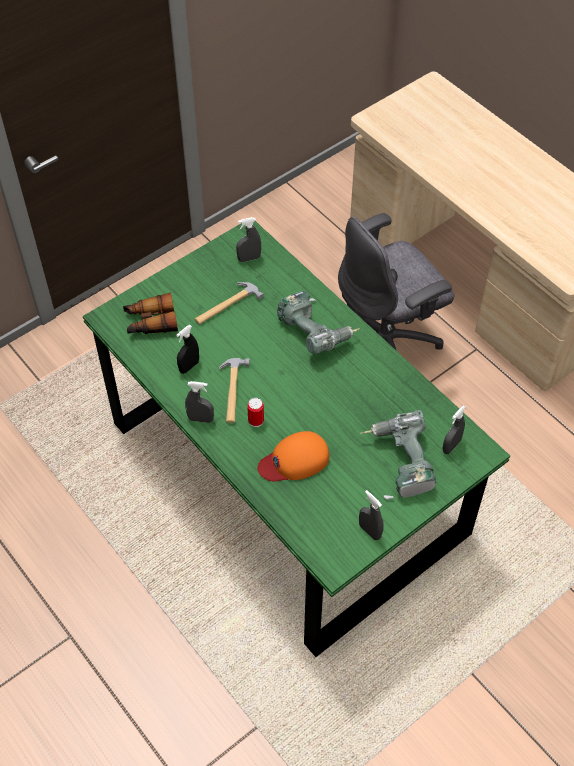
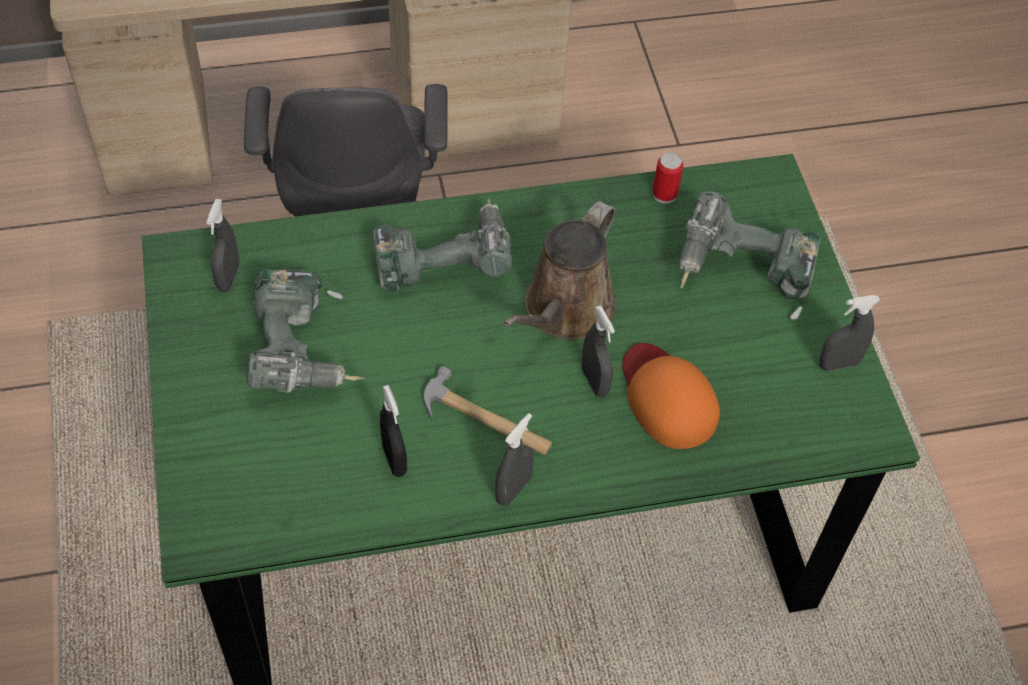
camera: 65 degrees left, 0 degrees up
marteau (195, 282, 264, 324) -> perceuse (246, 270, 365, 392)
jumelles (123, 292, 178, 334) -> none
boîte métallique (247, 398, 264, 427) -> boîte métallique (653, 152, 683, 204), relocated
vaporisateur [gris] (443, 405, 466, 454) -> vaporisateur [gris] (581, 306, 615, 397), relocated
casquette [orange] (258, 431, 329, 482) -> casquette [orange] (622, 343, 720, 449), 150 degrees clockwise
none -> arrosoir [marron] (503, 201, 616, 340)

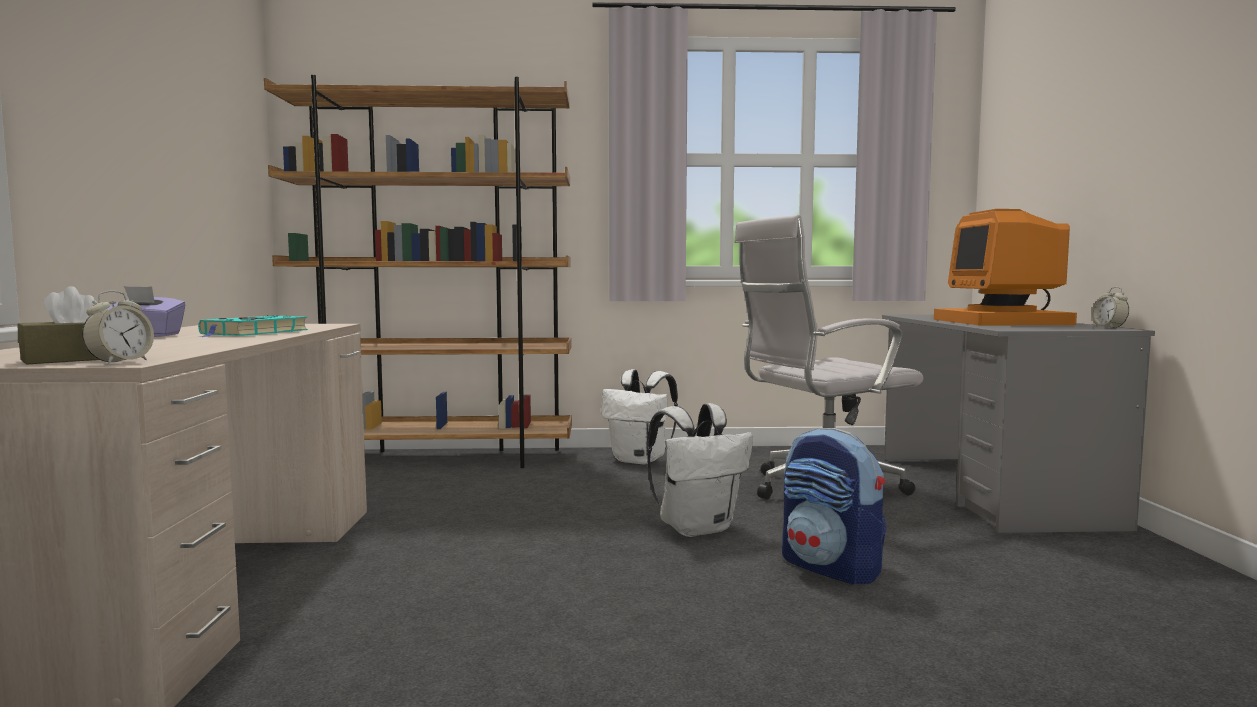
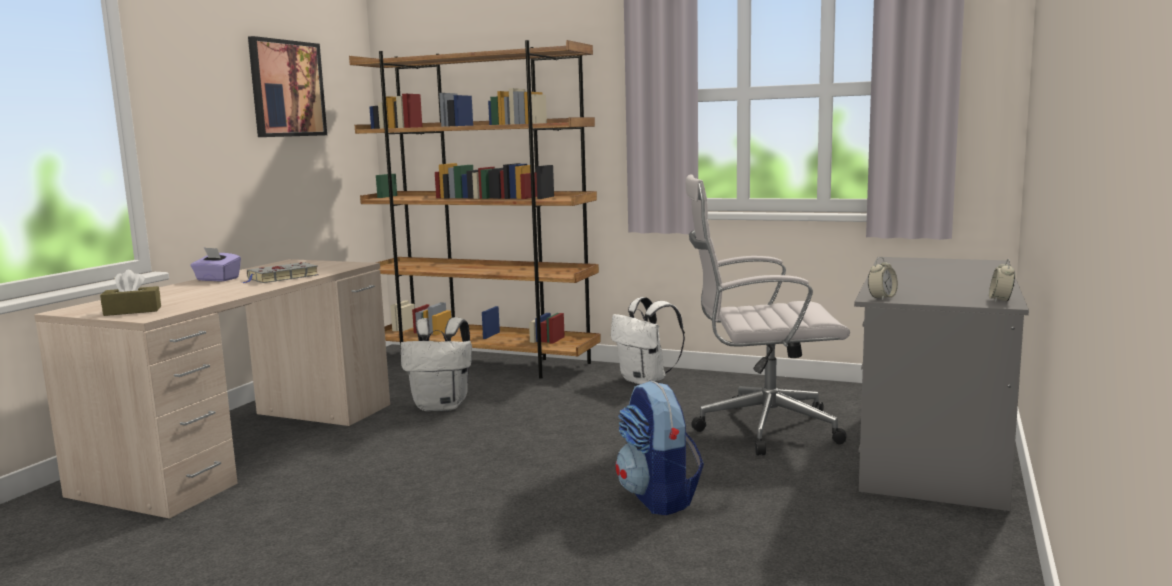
camera: 25 degrees right, 5 degrees up
écran d'ordinateur (934, 209, 1077, 326) -> none
réveil (82, 291, 154, 365) -> réveil (868, 257, 898, 301), relocated
livre [turquoise] (198, 315, 308, 337) -> livre [gris] (241, 262, 319, 283)
sac à dos [blanc] (647, 403, 753, 537) -> sac à dos [blanc] (400, 317, 472, 411), relocated
none -> tableau (248, 36, 327, 137)

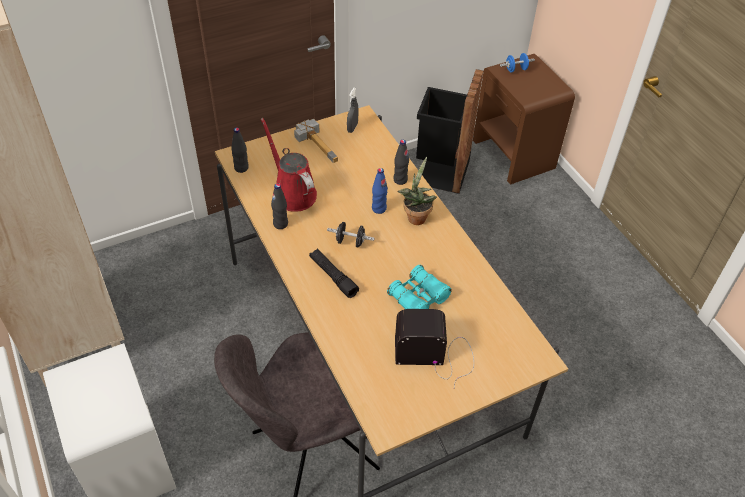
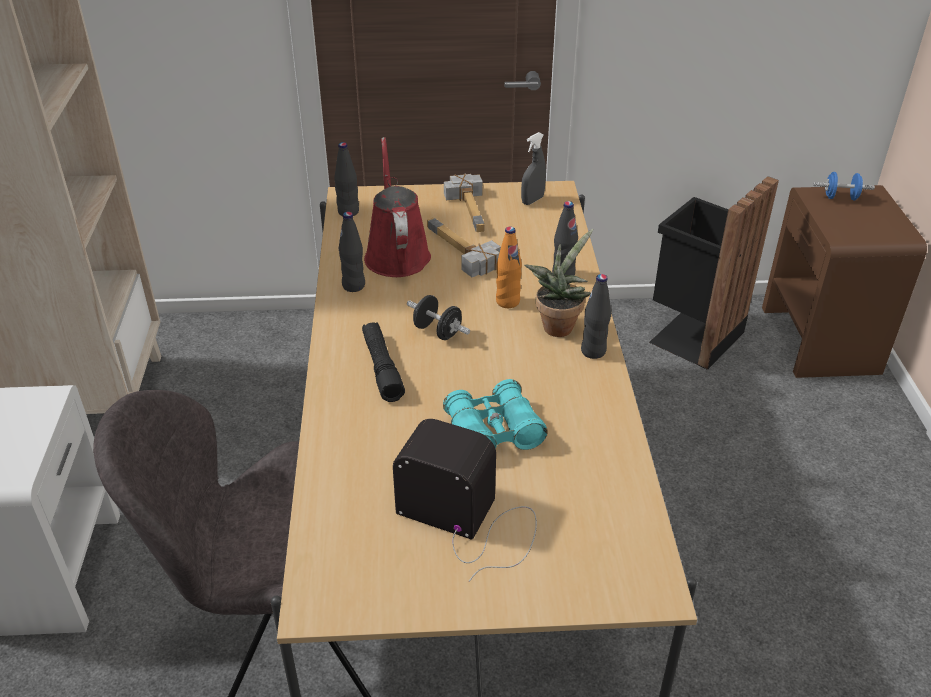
camera: 25 degrees right, 10 degrees down
bouteille [bleu] (372, 168, 388, 214) -> bouteille [orange] (496, 227, 522, 308)
none -> marteau (427, 218, 501, 277)
none -> bouteille [noir] (581, 274, 611, 359)

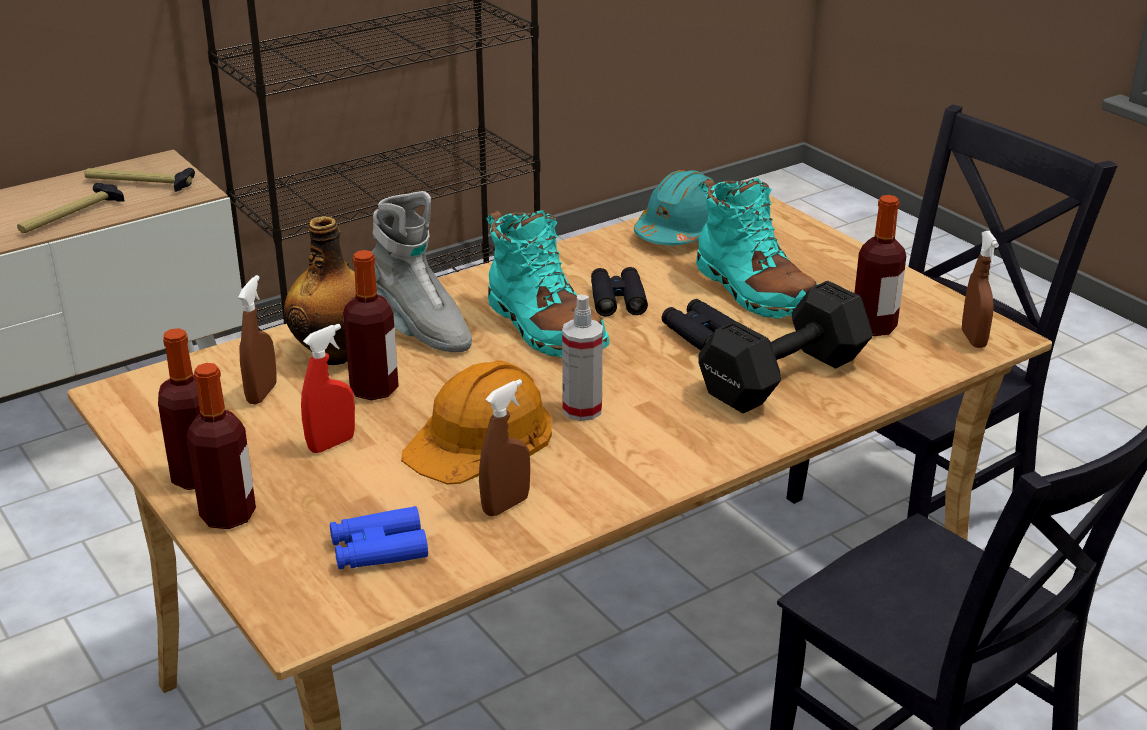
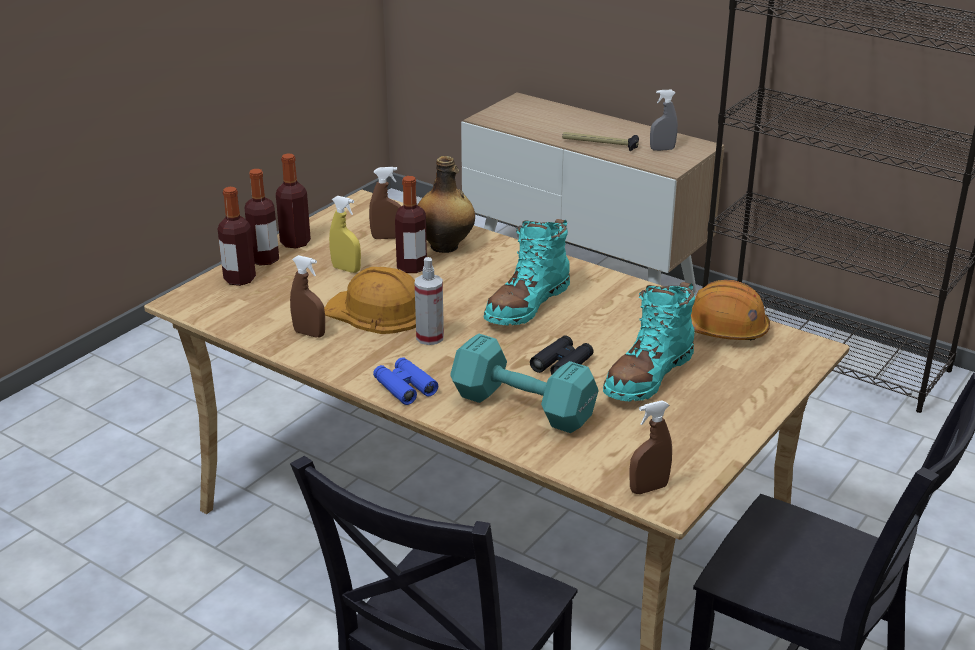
camera: 70 degrees right, 0 degrees up
marteau (84, 168, 195, 192) -> vaporisateur [gris] (650, 90, 678, 151)
casque de chantier [turquoise] (634, 170, 716, 245) -> casque de chantier [orange] (691, 280, 770, 341)
botte [gris] (372, 191, 472, 352) -> none
bouteille (855, 195, 906, 336) -> bouteille (218, 187, 256, 286), relocated
jumelles [noir] (591, 267, 648, 316) -> none
haltère [noir] (698, 281, 873, 413) -> haltère [turquoise] (450, 334, 599, 433)
vaporisateur [rouge] (301, 324, 355, 453) -> vaporisateur [jaune] (329, 196, 361, 273)
jumelles [bleu] (330, 506, 428, 569) -> jumelles [bleu] (373, 357, 438, 405), relocated

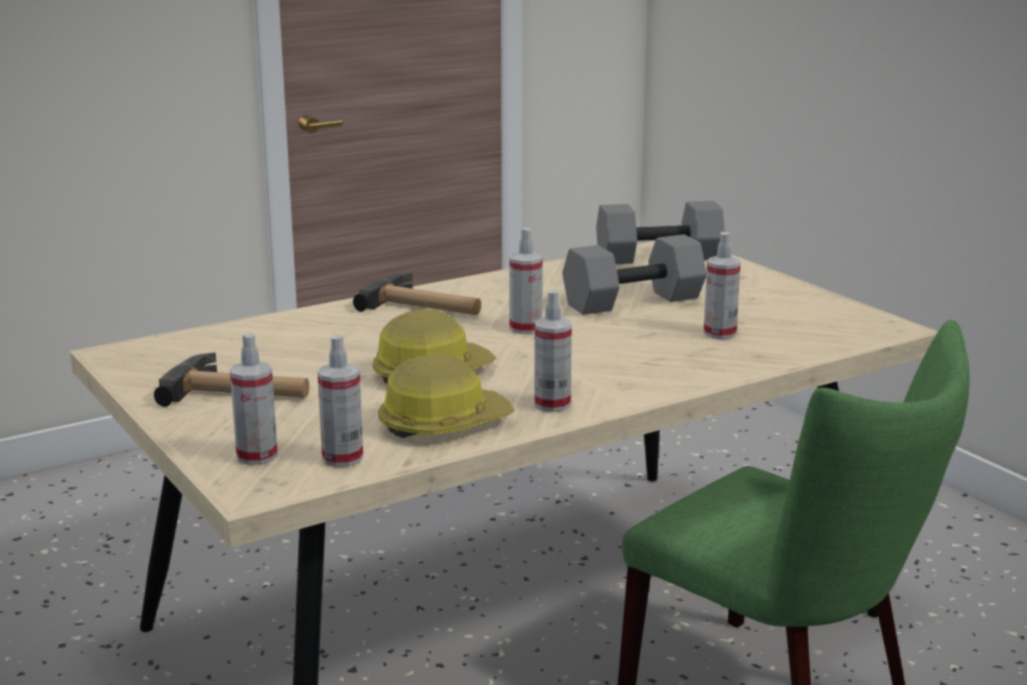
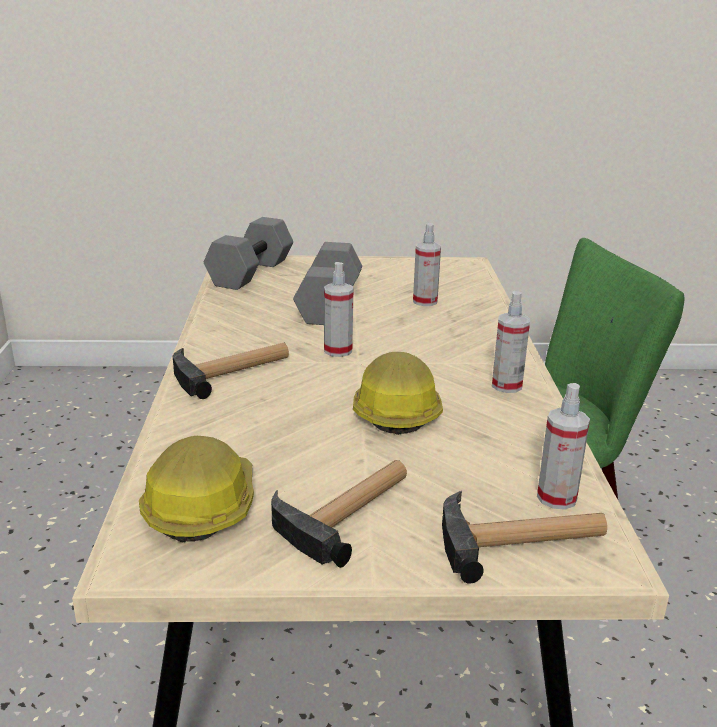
camera: 60 degrees left, 5 degrees up
vaporisateur (230, 333, 278, 465) -> marteau (442, 491, 607, 584)
casque de chantier (378, 354, 515, 438) -> casque de chantier (139, 436, 254, 542), relocated

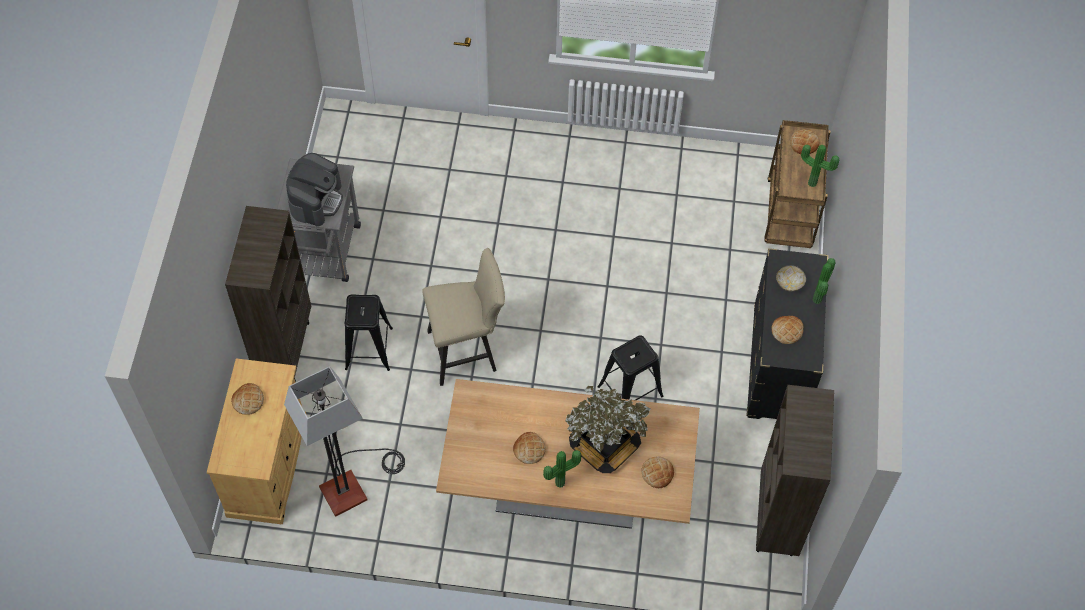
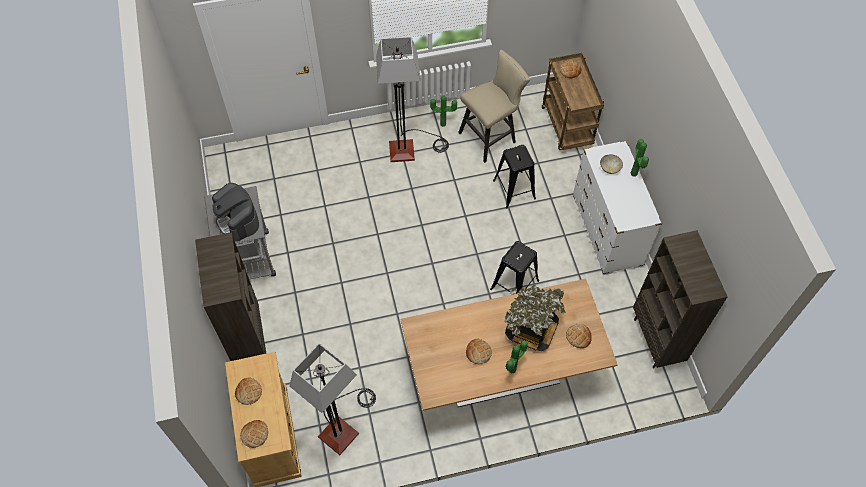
camera: 20 degrees left, 0 degrees up
plante en pot (801, 145, 839, 187) -> plante en pot (430, 96, 457, 127), relocated
machine à café (286, 153, 343, 226) -> machine à café (212, 183, 259, 242), 150 degrees clockwise
tabouret [beige] (422, 248, 505, 386) -> tabouret [beige] (458, 49, 530, 163), relocated
commode [noir] (747, 248, 828, 419) -> commode [blanc] (573, 140, 662, 275)
tabouret [noir] (345, 294, 393, 371) -> tabouret [noir] (493, 145, 536, 208), relocated
pain (772, 316, 803, 344) -> pain (240, 420, 268, 448), relocated
none -> lampadaire (376, 37, 449, 162)

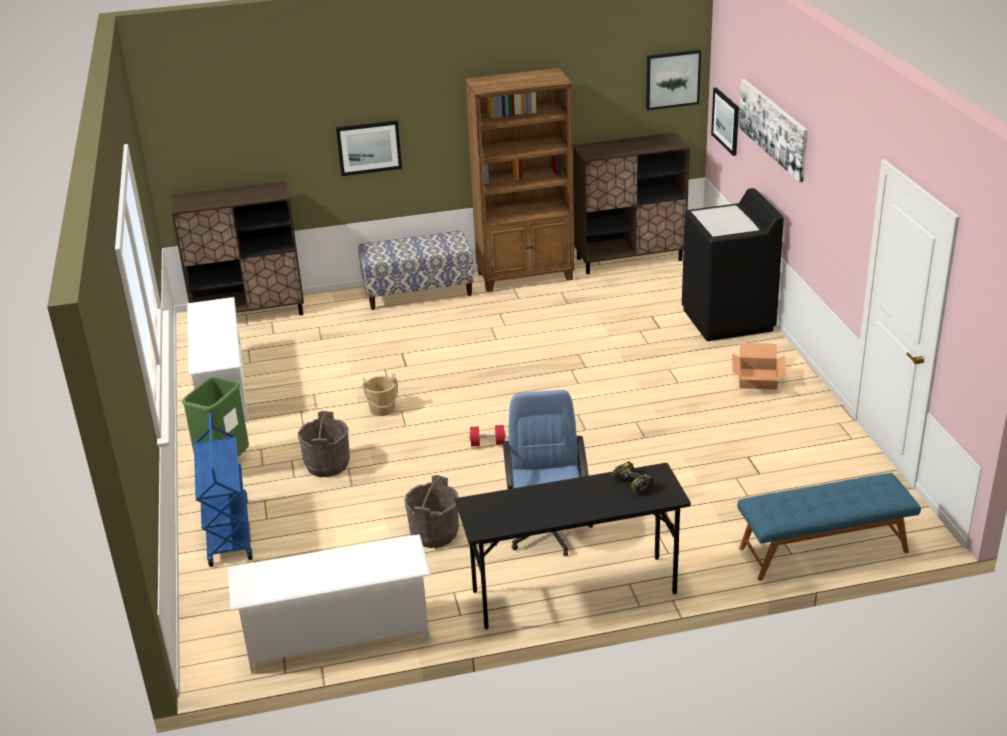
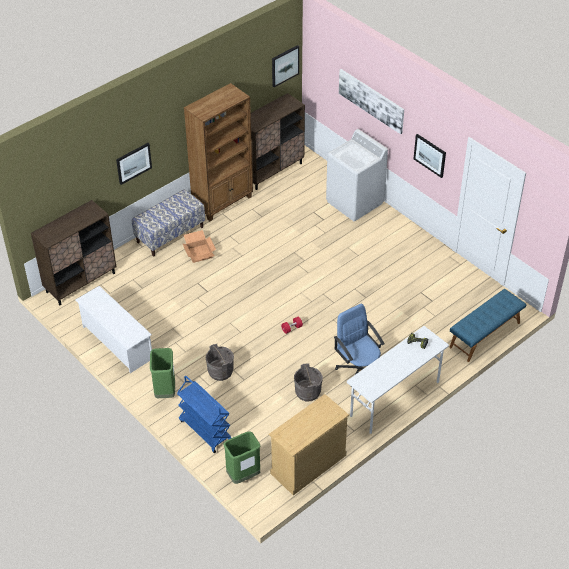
camera: 30 degrees left, 15 degrees up
tableau (711, 88, 739, 156) -> tableau (413, 134, 446, 178), relocated
lave-linge [noir] (682, 188, 784, 341) -> lave-linge [blanc] (326, 129, 388, 221)
carton (732, 343, 786, 390) -> carton (183, 230, 216, 263), relocated
seau [beige] (362, 373, 398, 416) -> none
bureau [noir] (455, 463, 691, 630) -> bureau [blanc] (347, 326, 449, 434)
étagère à chaussures [blanc] (228, 534, 431, 674) -> commode [beige] (268, 394, 349, 495)
none -> poubelle [vert] (224, 431, 260, 484)

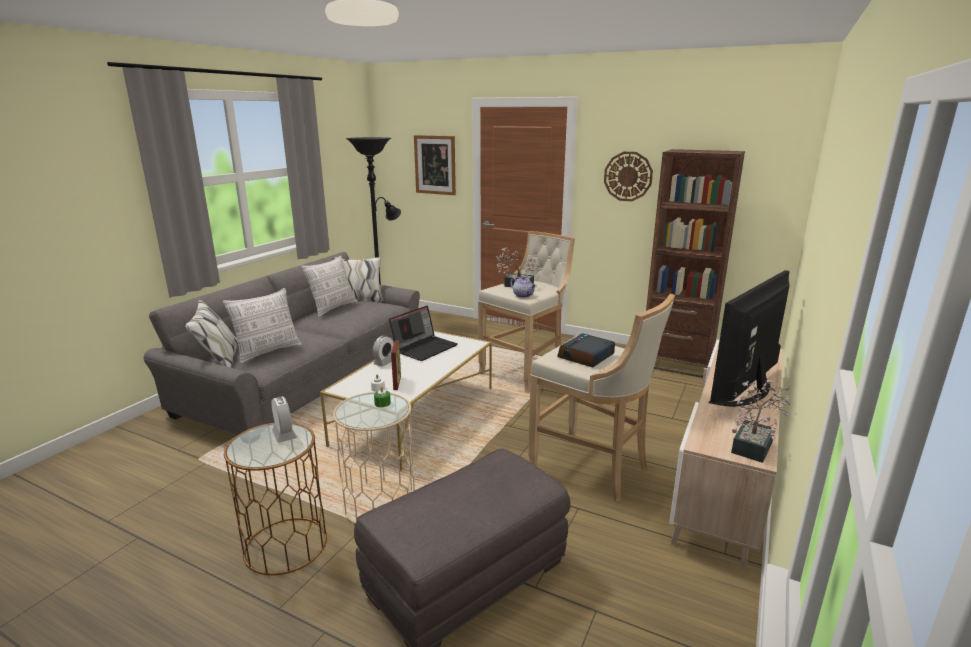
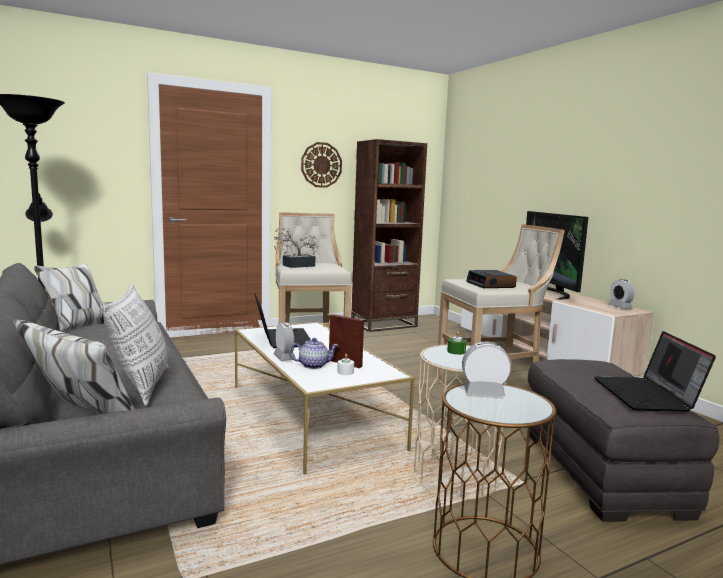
camera: 55 degrees left, 10 degrees down
tableau (414, 135, 456, 195) -> none
coussin (301, 256, 357, 317) -> none
théière (510, 276, 536, 298) -> théière (289, 338, 339, 369), relocated
plante en pot (731, 380, 791, 463) -> réveil (608, 279, 634, 309)
none -> ordinateur portable (594, 331, 716, 412)

